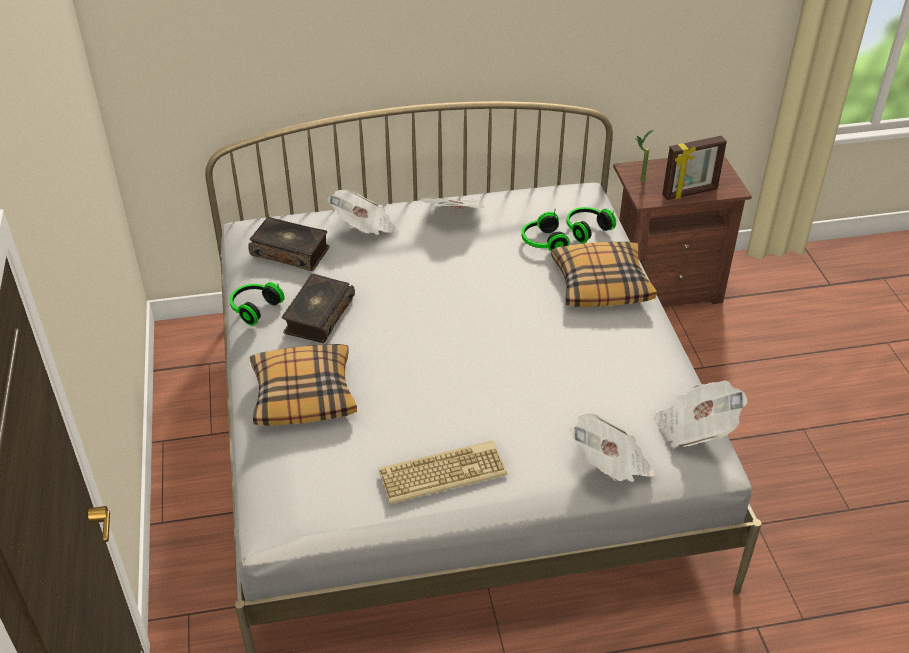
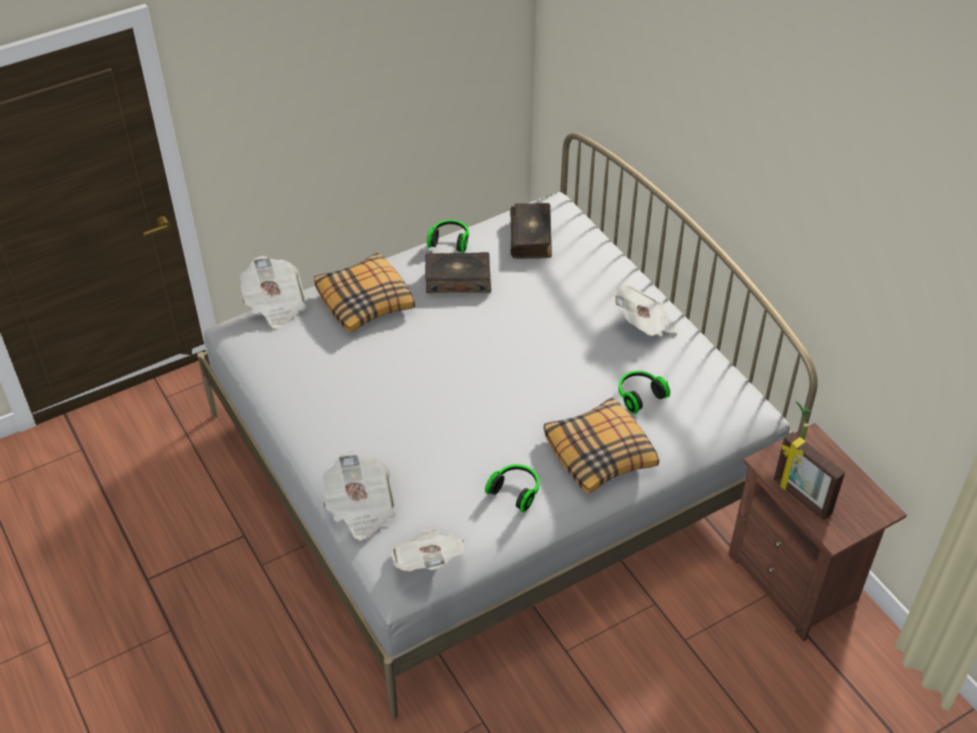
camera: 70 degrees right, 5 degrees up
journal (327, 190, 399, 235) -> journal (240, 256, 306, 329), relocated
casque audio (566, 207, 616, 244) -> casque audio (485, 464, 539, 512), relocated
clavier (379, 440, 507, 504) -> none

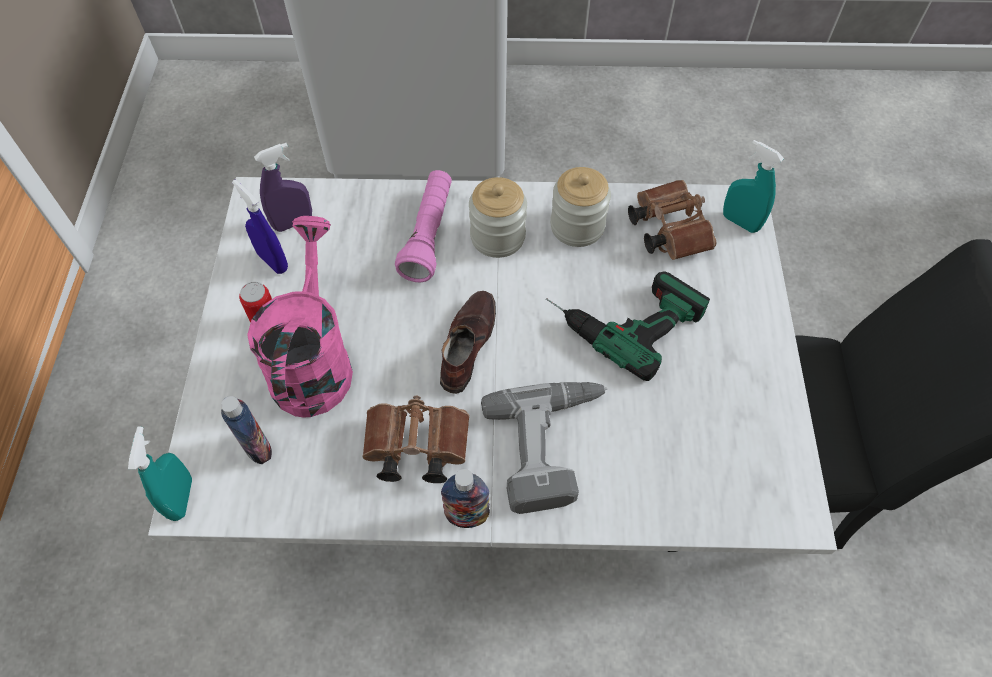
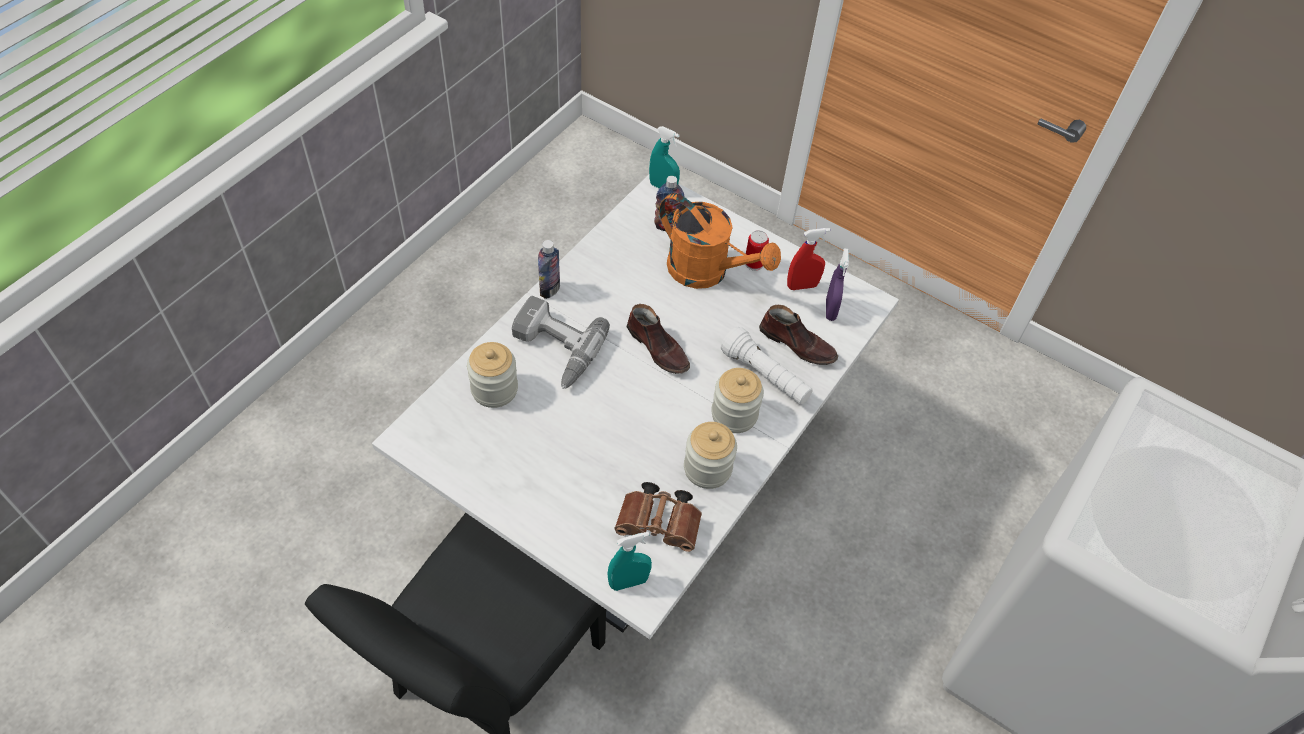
camera: 120 degrees right, 5 degrees down
lampe de poche [rose] (395, 170, 452, 282) -> lampe de poche [blanc] (721, 327, 813, 405)
vaporisateur [bleu] (232, 180, 288, 274) -> vaporisateur [rouge] (787, 228, 830, 290)
arrosoir [rose] (247, 216, 353, 417) -> arrosoir [orange] (659, 193, 781, 289)
perceuse (546, 271, 710, 381) -> none
jumelles [marron] (362, 396, 470, 483) -> none
none -> chaussure [marron] (759, 305, 838, 365)
none -> bocal (467, 342, 518, 408)

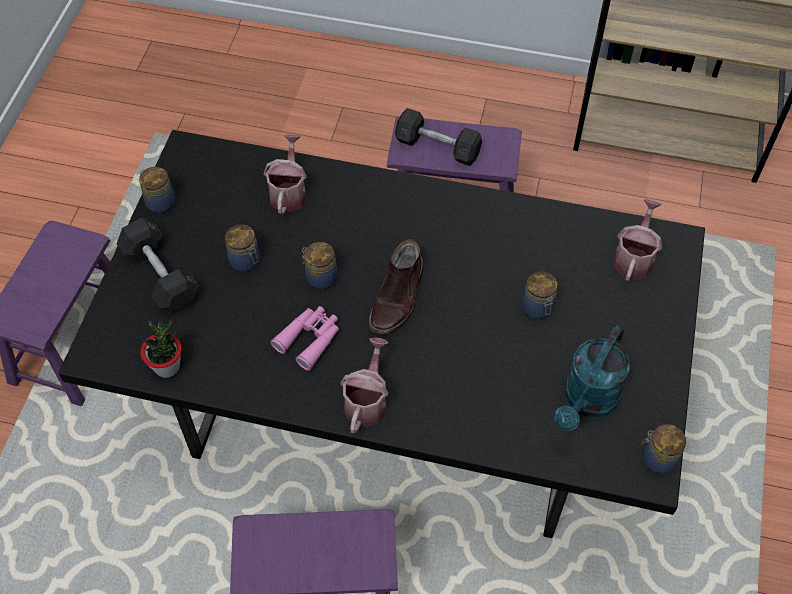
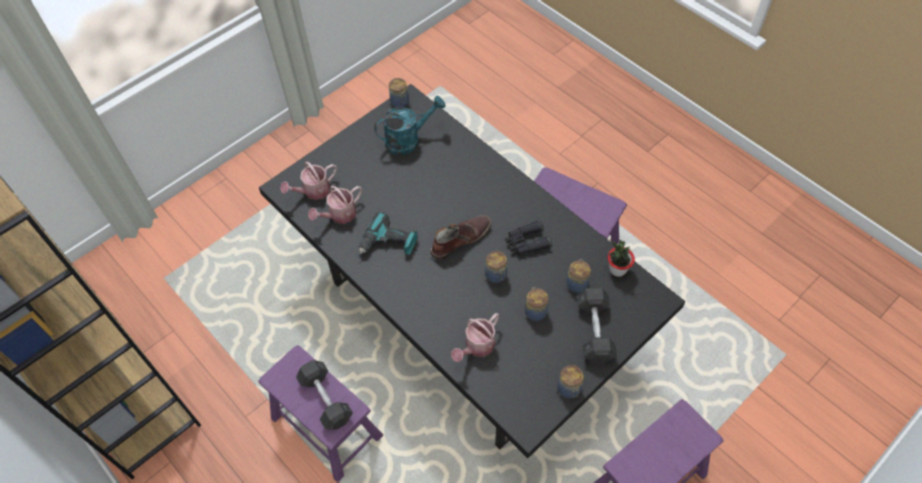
camera: 145 degrees left, 0 degrees up
bocal (522, 271, 557, 319) -> bocal (566, 259, 591, 293), relocated
jumelles [rose] (270, 306, 339, 371) -> jumelles [noir] (505, 220, 552, 255)
arrosoir (340, 337, 388, 433) -> arrosoir (308, 186, 362, 224), relocated
none -> perceuse (359, 212, 417, 255)

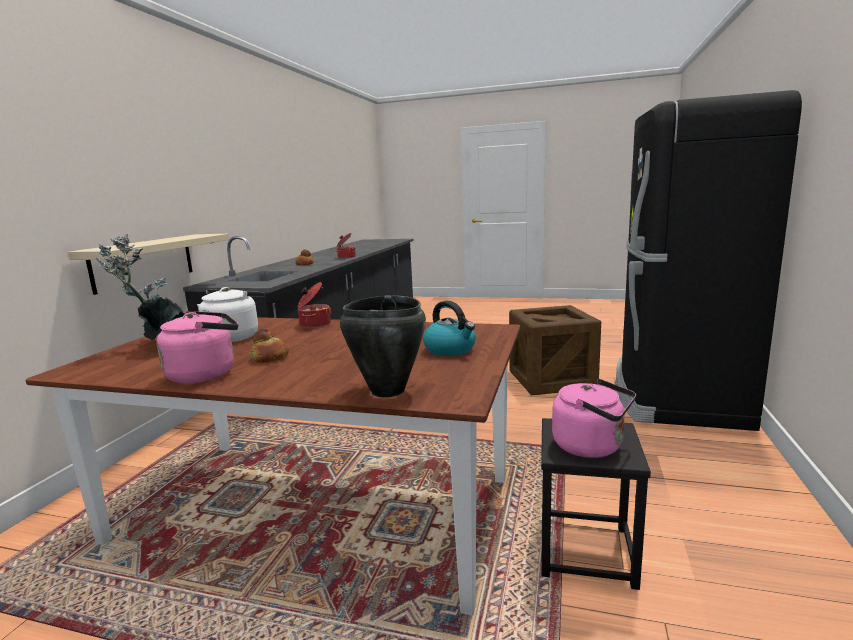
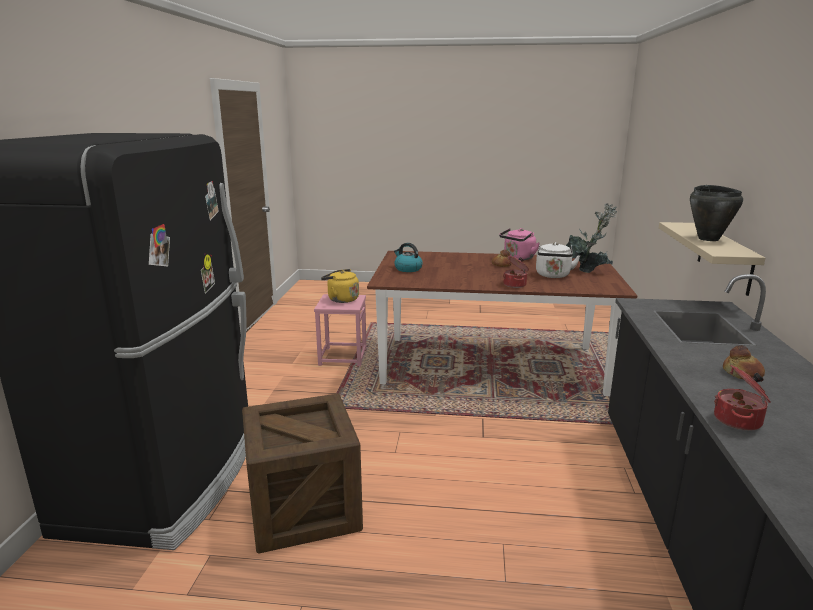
camera: 170 degrees right, 5 degrees up
marmite [noir] (340, 295, 426, 398) -> marmite [noir] (690, 185, 743, 241), relocated
bouilloire [rose] (552, 379, 636, 458) -> bouilloire [jaune] (321, 269, 359, 303)
tabouret [noir] (541, 418, 651, 590) -> tabouret [rose] (314, 294, 367, 366)

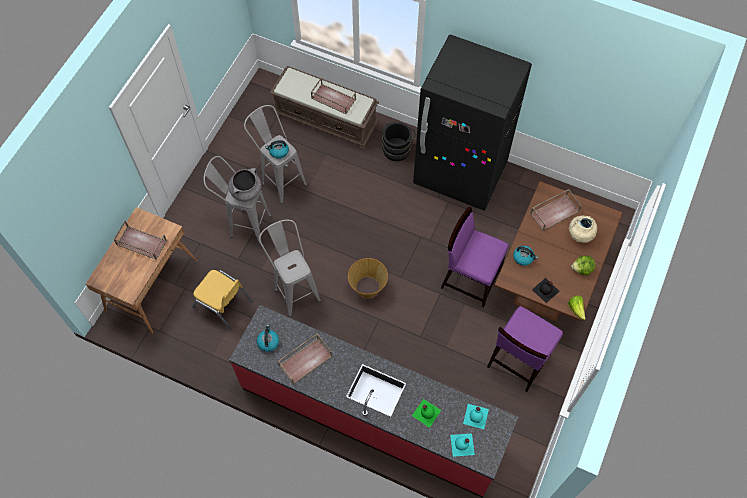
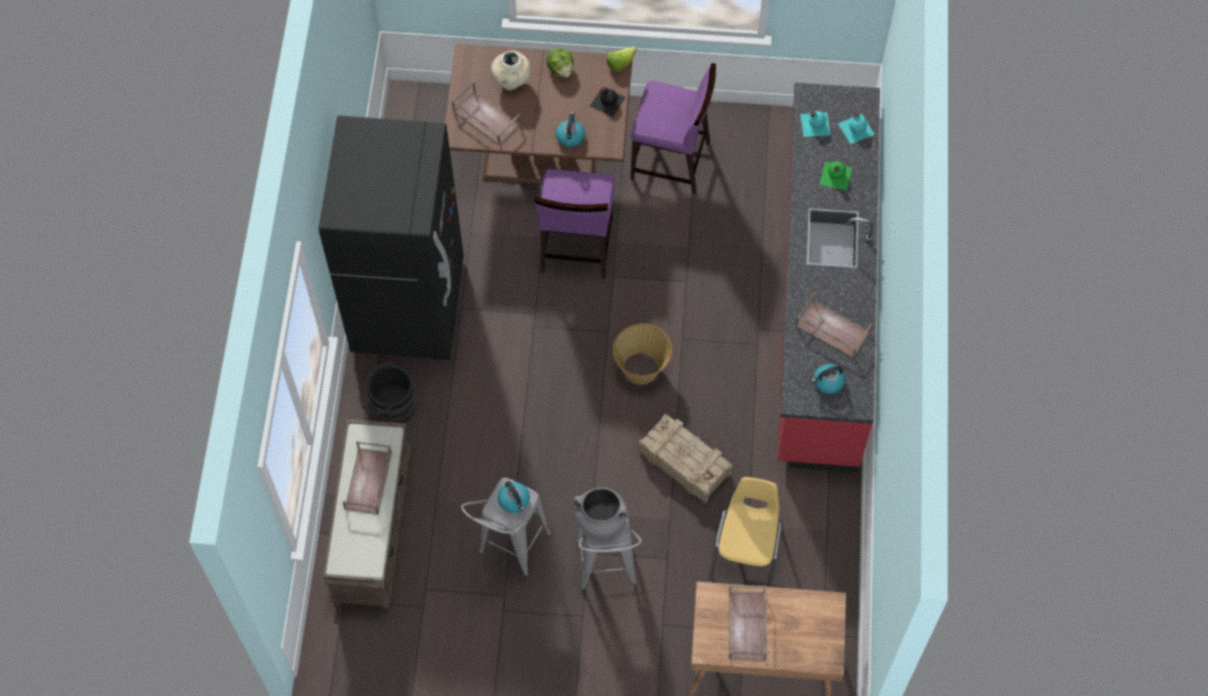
camera: 110 degrees left, 0 degrees up
tabouret [gris] (259, 219, 321, 317) -> caisse (639, 414, 732, 503)

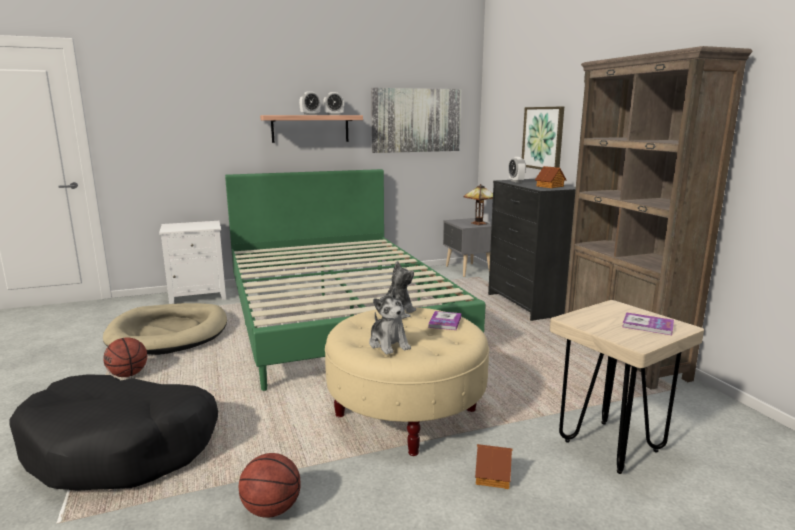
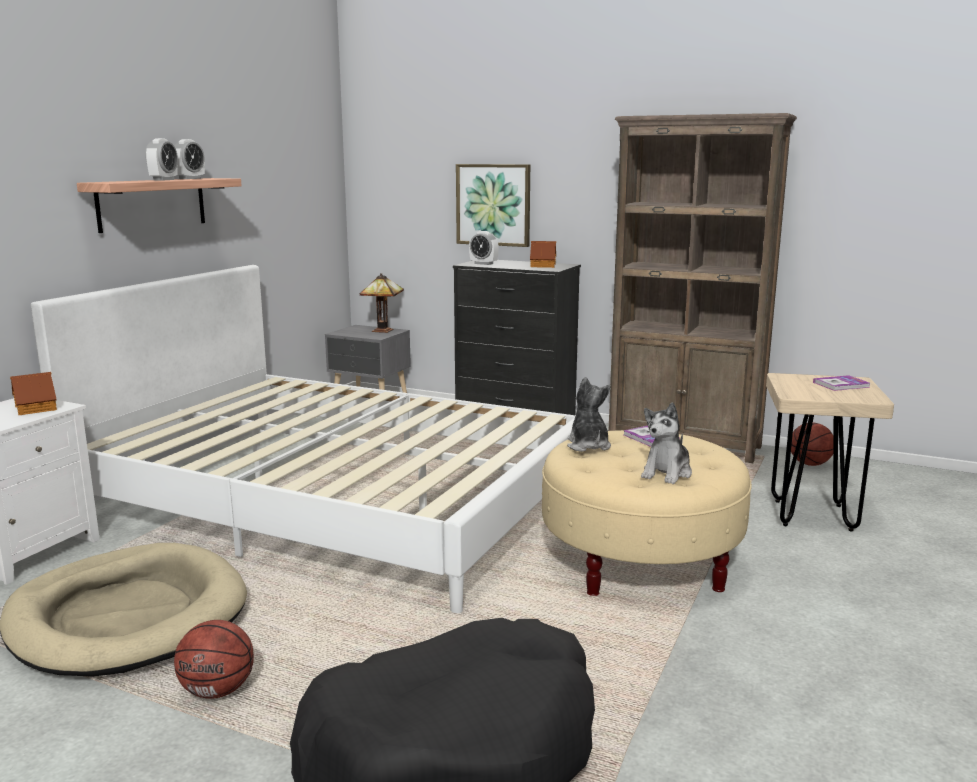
camera: 45 degrees left, 0 degrees up
tableau (371, 88, 461, 153) -> none
lit [vert] (225, 169, 486, 391) -> lit [blanc] (31, 265, 575, 613)
peluche (369, 287, 411, 354) -> peluche (641, 402, 692, 484), 105 degrees clockwise
maison miniature (475, 444, 513, 489) -> maison miniature (10, 372, 57, 415), relocated
ballon de basket (239, 453, 301, 518) -> ballon de basket (791, 423, 834, 466), relocated

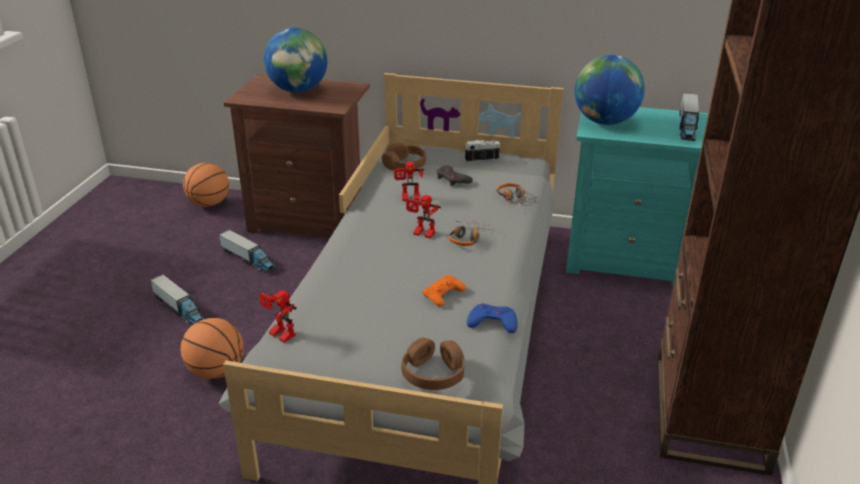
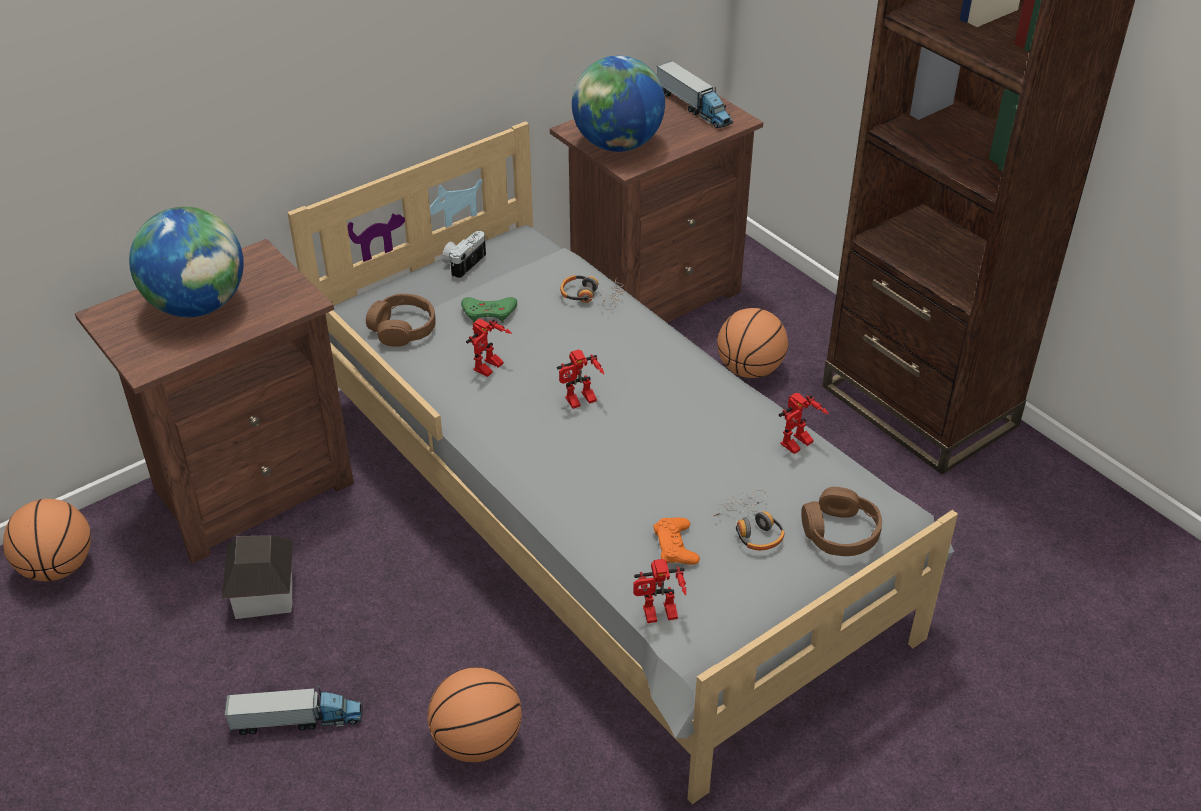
camera: 50 degrees left, 10 degrees up
table de chevet [turquoise] (566, 107, 708, 286) -> table de chevet [marron] (550, 93, 763, 323)
manette [gris] (437, 165, 473, 186) -> manette [vert] (461, 297, 517, 323)
casque audio (449, 219, 495, 246) -> casque audio (713, 489, 785, 550), relocated
camion jouet (219, 230, 276, 273) -> maison miniature (222, 535, 293, 619)
manette [orange] (423, 275, 466, 306) -> manette [orange] (653, 517, 700, 565), relocated
manette [bleu] (467, 303, 518, 333) -> robot jouet (779, 393, 829, 454)
none -> ballon de basket (717, 308, 788, 378)

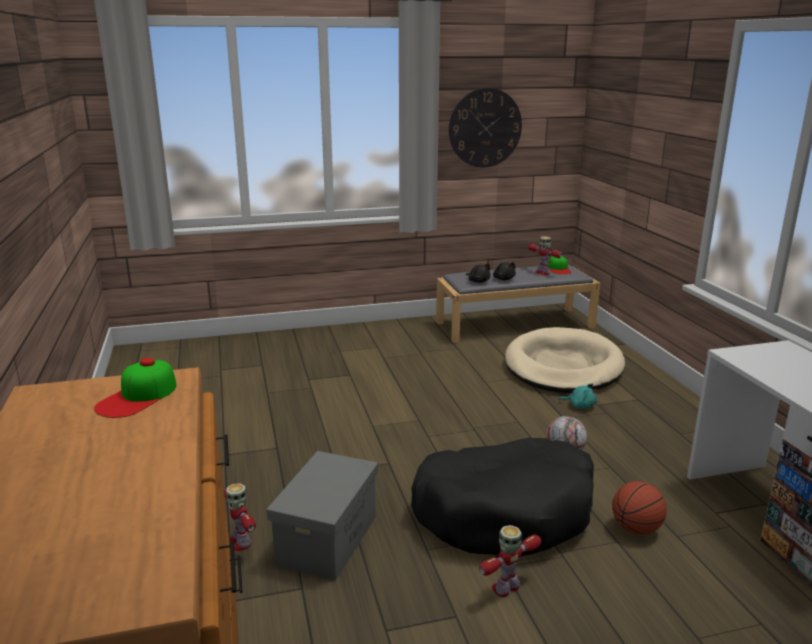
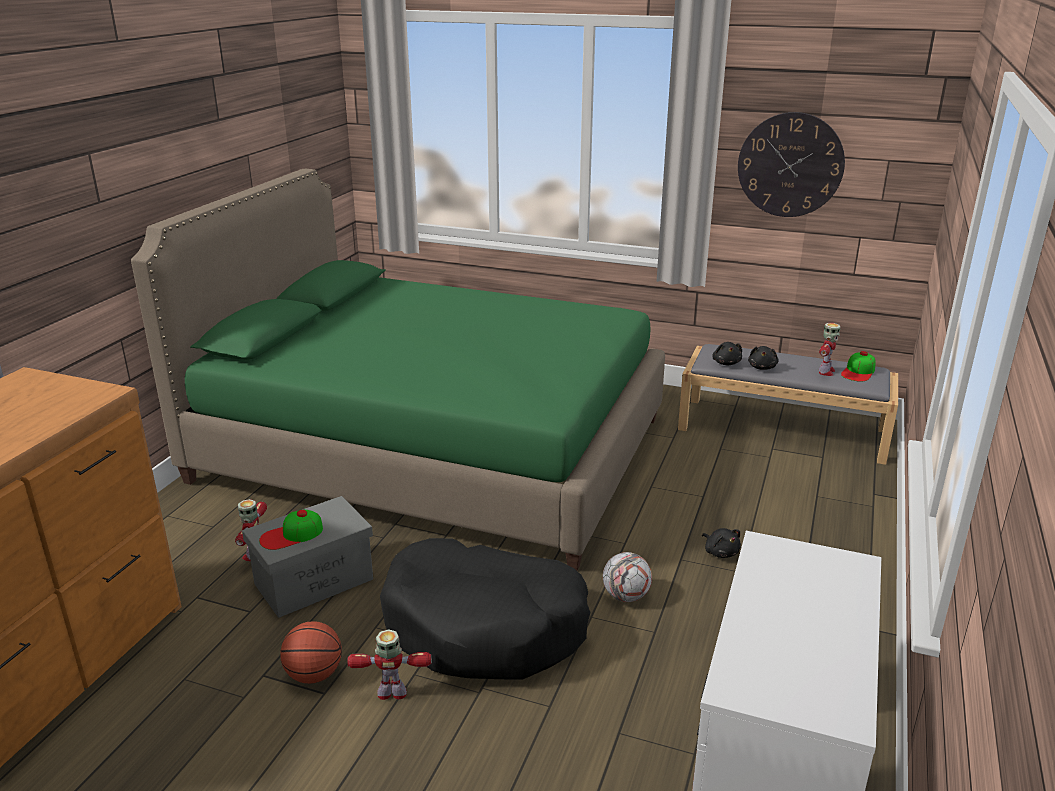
camera: 35 degrees right, 5 degrees up
robot jouet (528, 236, 562, 276) -> robot jouet (819, 323, 841, 376), 150 degrees counterclockwise
panier pour chien [beige] (505, 327, 625, 393) -> none
casquette (94, 358, 177, 418) -> casquette (259, 510, 323, 550), relocated
peluche [turquoise] (559, 383, 597, 408) -> peluche [noir] (702, 528, 741, 558)
ballon de basket (612, 481, 667, 535) -> ballon de basket (280, 621, 342, 684), relocated
none -> lit [vert] (131, 169, 665, 571)

